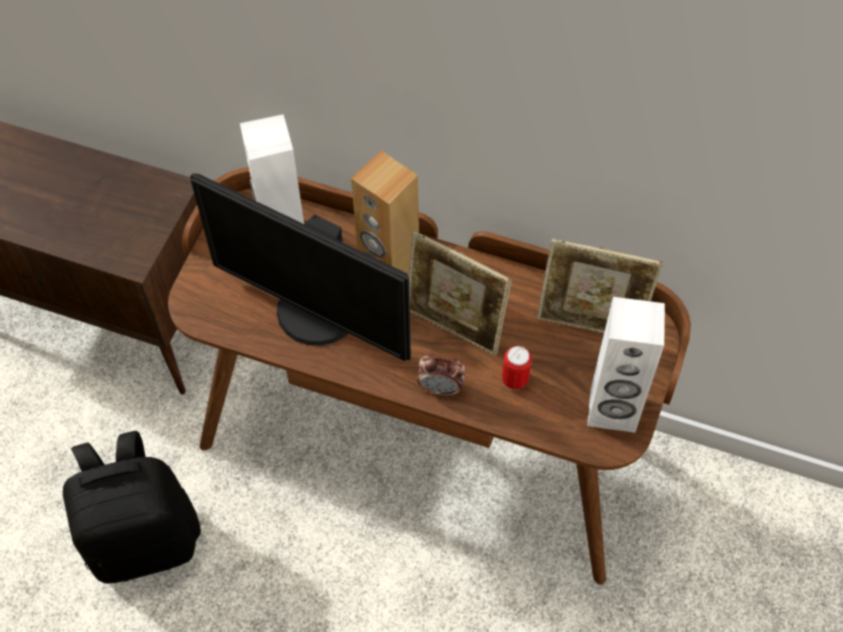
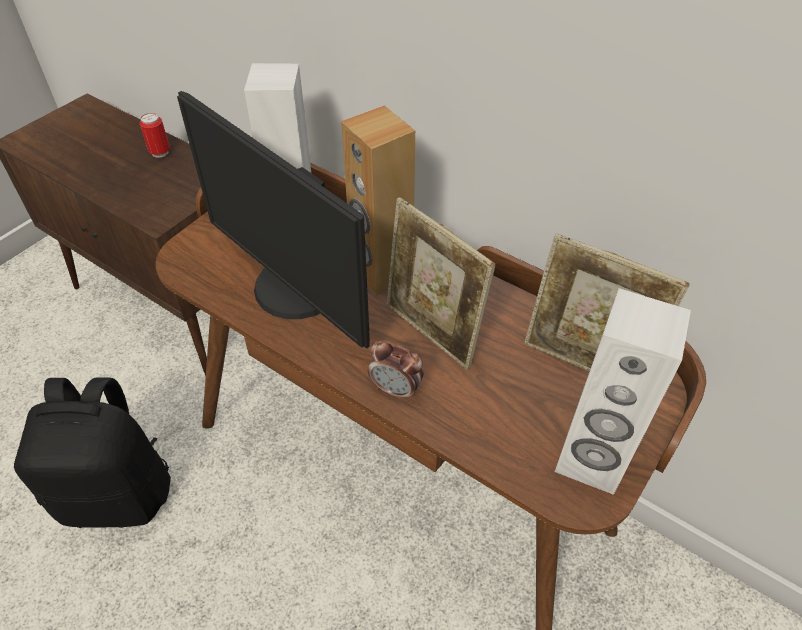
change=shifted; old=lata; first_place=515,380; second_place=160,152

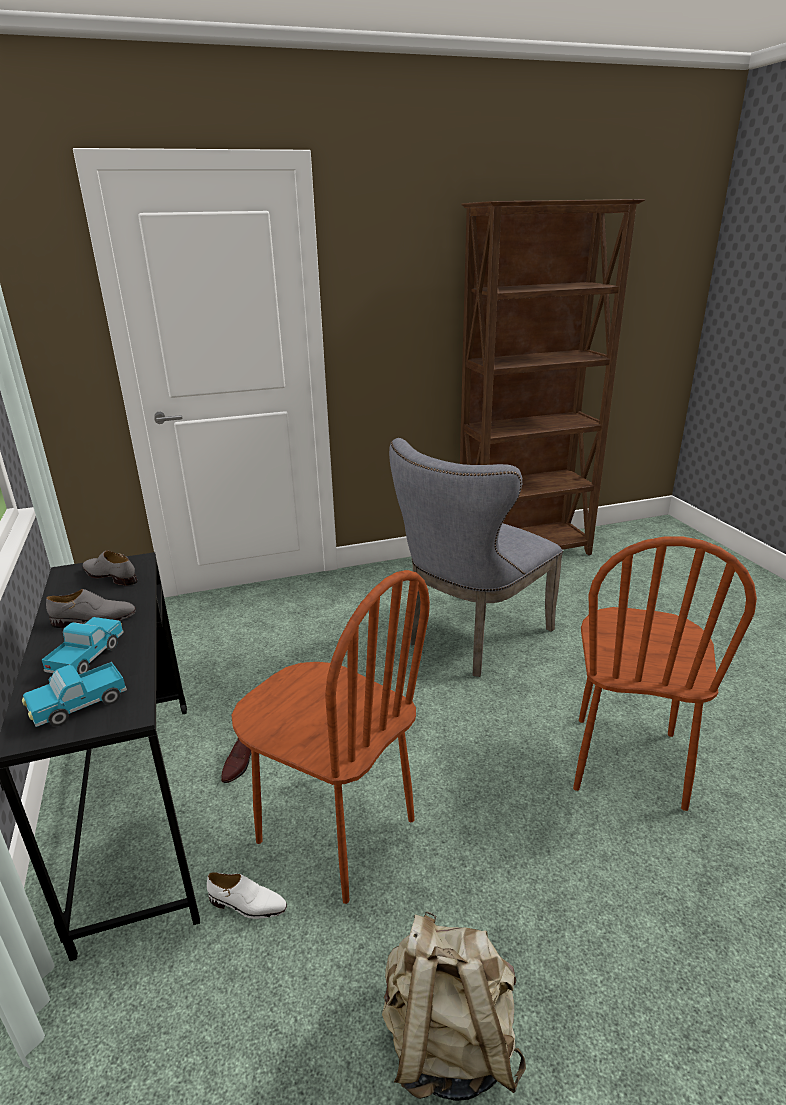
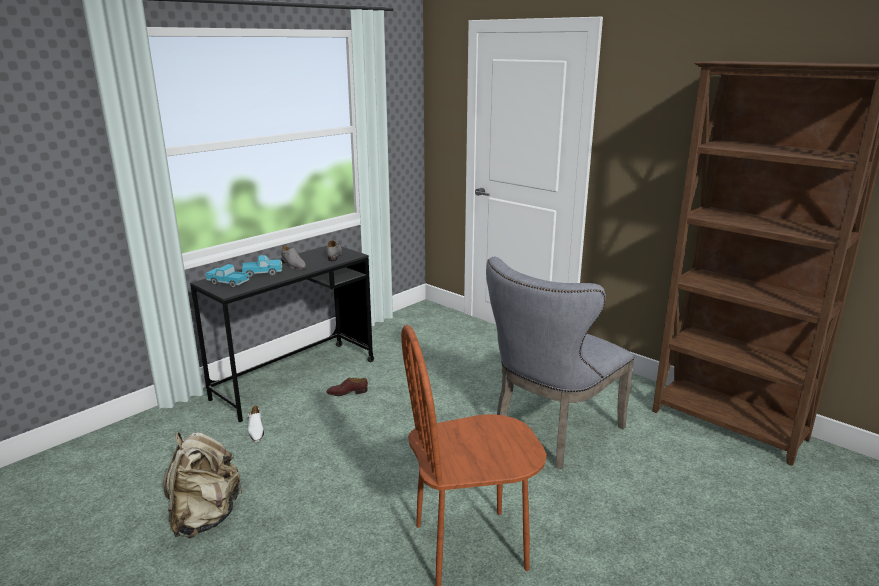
change=rotated; old=silla (gris); first_place=471,638; second_place=551,434; degrees=-60
change=gone; old=silla (marrón); first_place=335,831

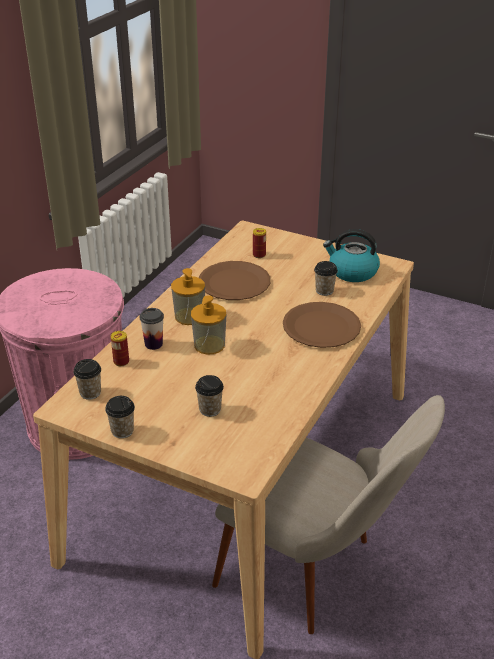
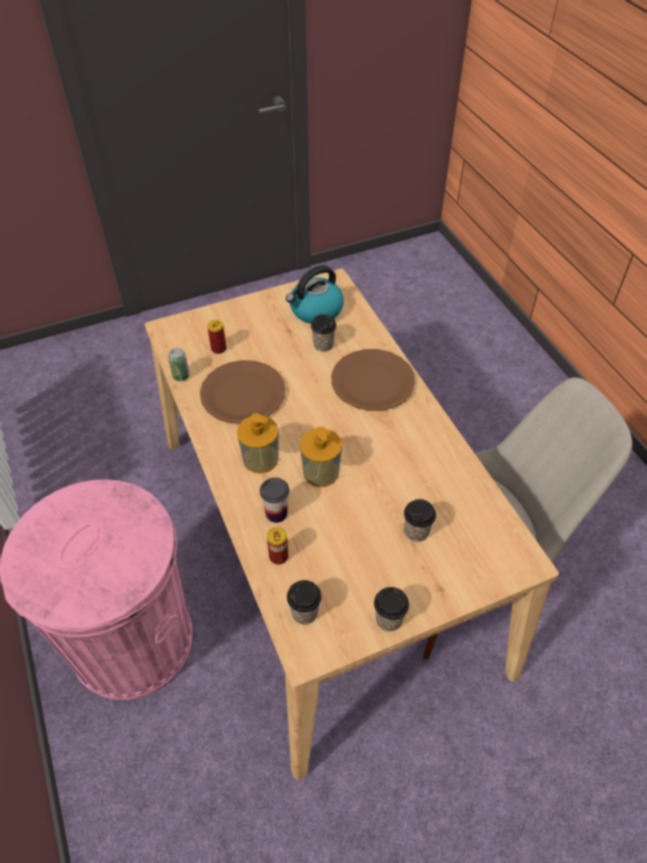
change=new; new=lata; second_place=181,376

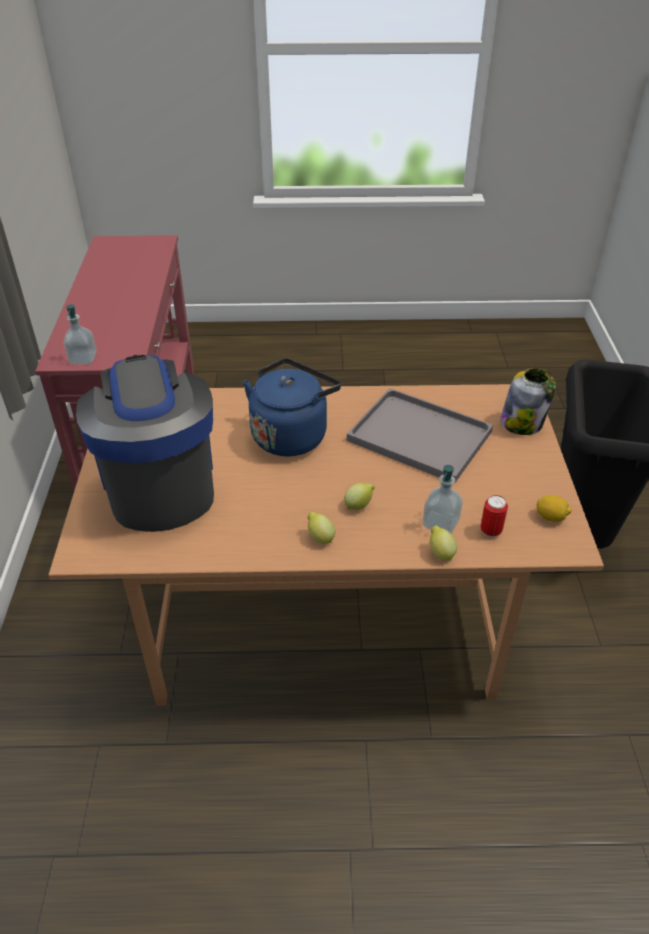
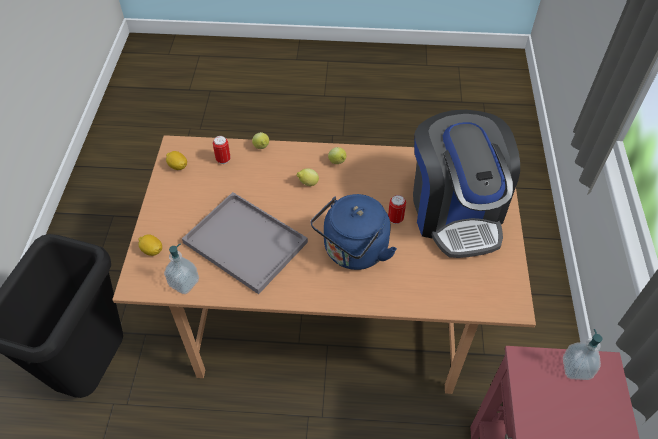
change=swapped; old=tarro; new=limón; first_place=522,423; second_place=152,250
change=shifted; old=dispensador de jabón; first_place=440,523; second_place=184,283
change=new; new=lata; second_place=395,219

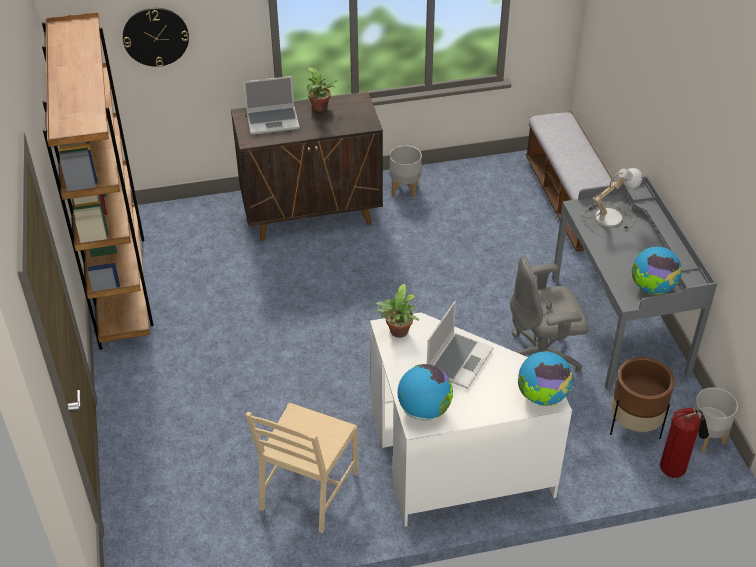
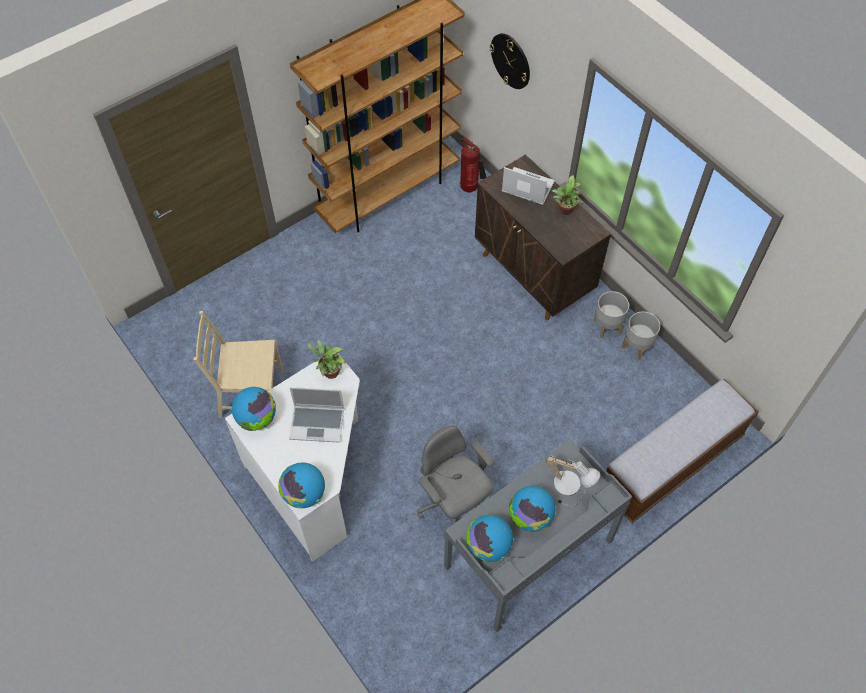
change=rotated; old=portátil; first_place=273,121; second_place=527,187; degrees=150
change=gone; old=maceta (marrón); first_place=634,425
change=shifted; old=maceta (gris); first_place=706,438; second_place=636,347
change=shifted; old=extintor; first_place=675,469; second_place=471,189
change=new; new=globo terráqueo; second_place=530,517

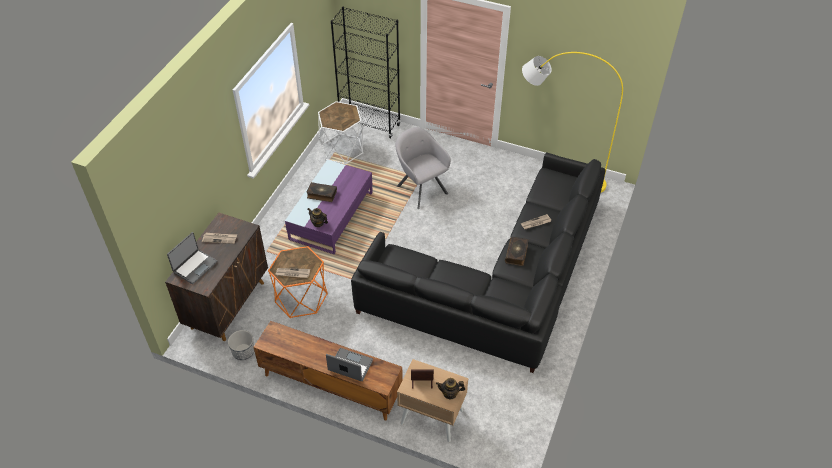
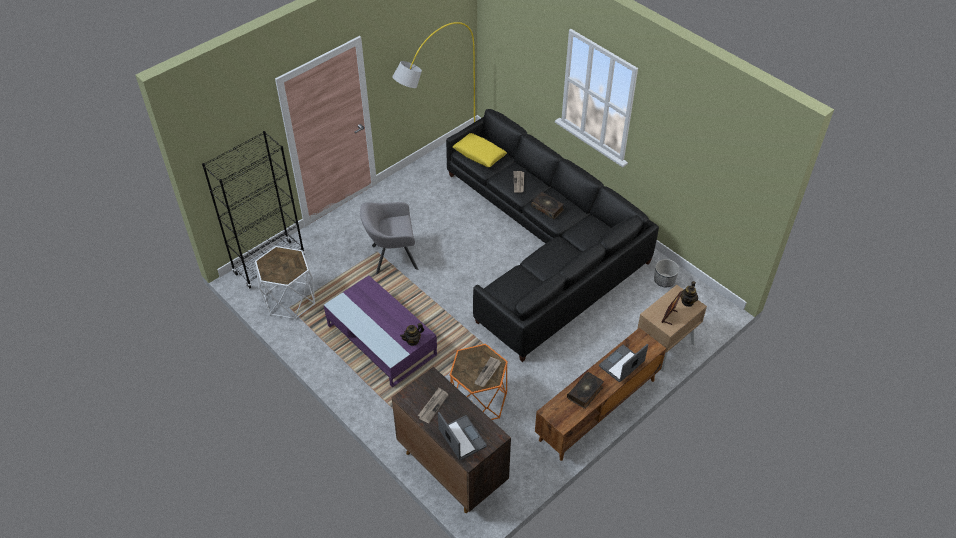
change=shifted; old=libro; first_place=321,194; second_place=585,393
change=shifted; old=maceta; first_place=243,352; second_place=664,280
change=new; new=cojín (amarillo); second_place=479,154

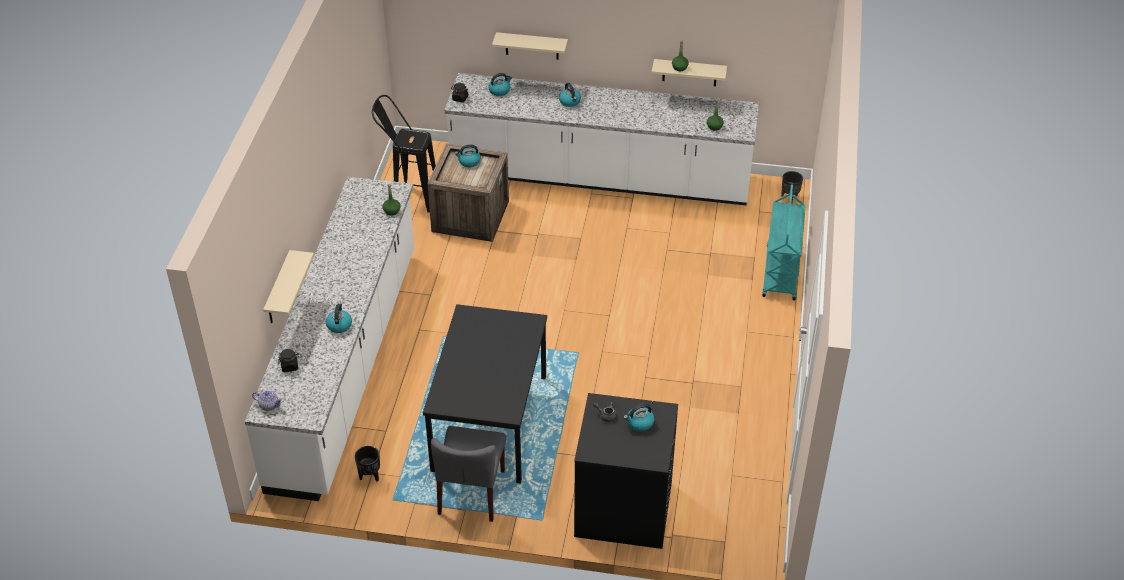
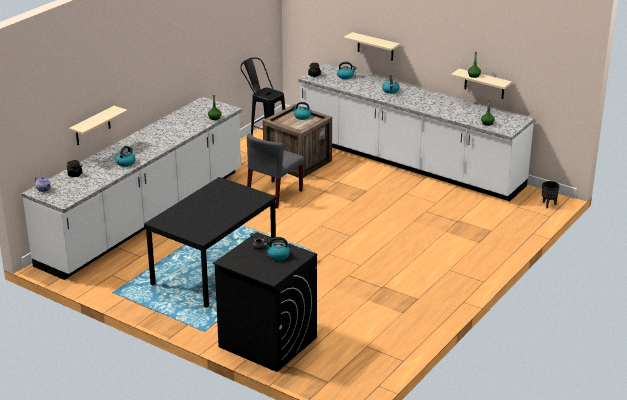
change=gone; old=carrito (turquesa); first_place=781,274
change=shifted; old=silla (gris); first_place=471,492; second_place=274,194
change=gone; old=maceta (negro); first_place=369,476

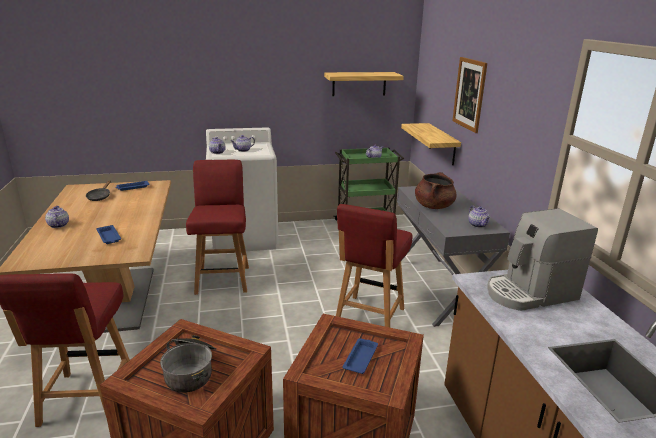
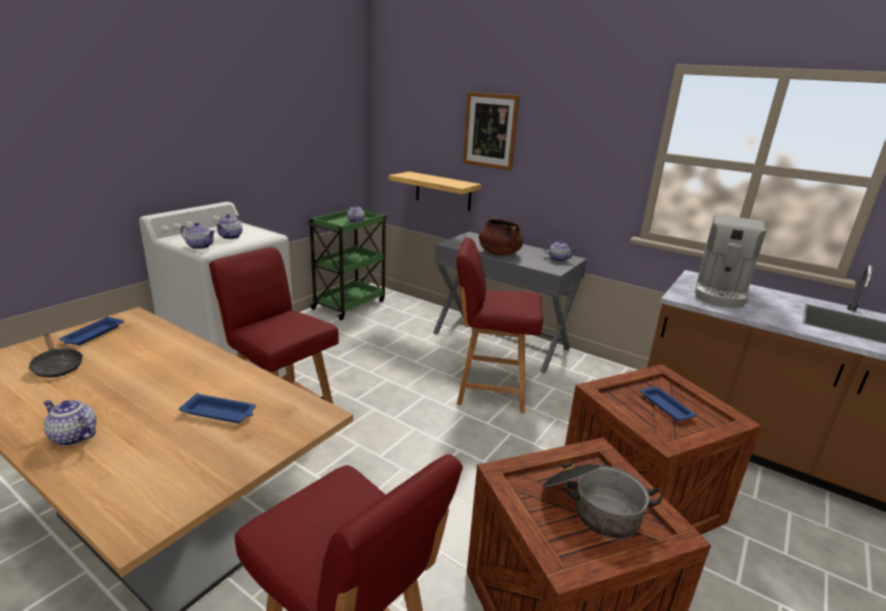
change=gone; old=estante; first_place=359,84
change=rotated; old=silla (rojo); first_place=369,317; second_place=489,390; degrees=120

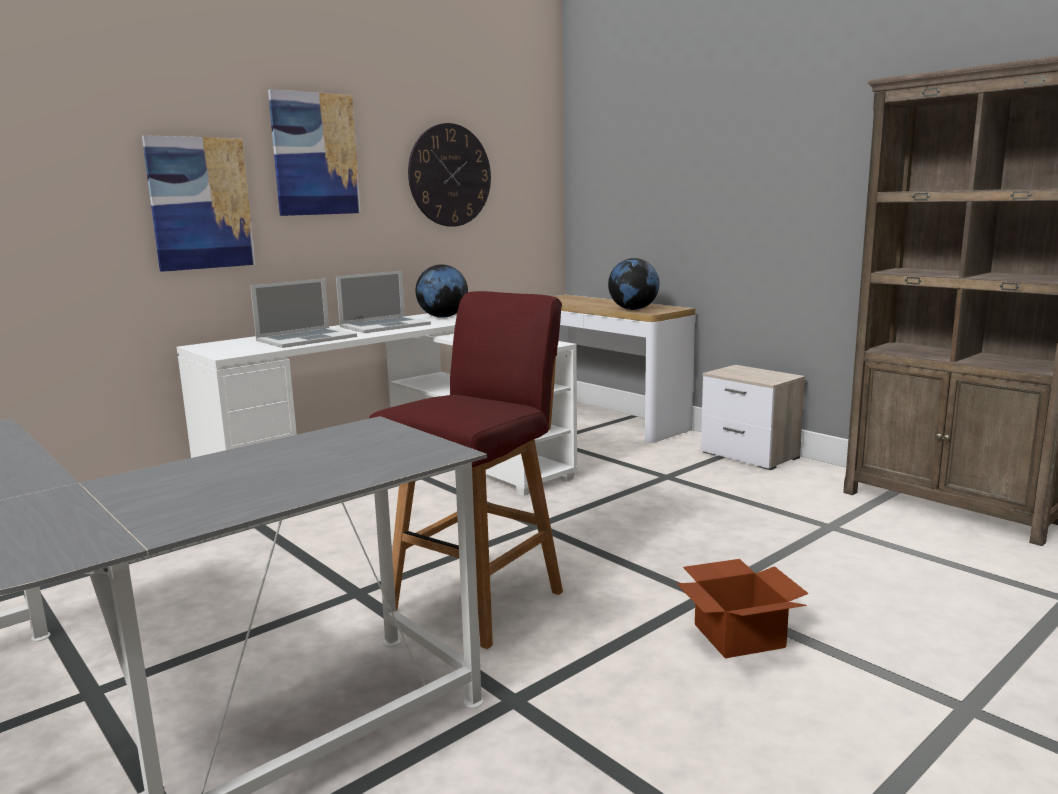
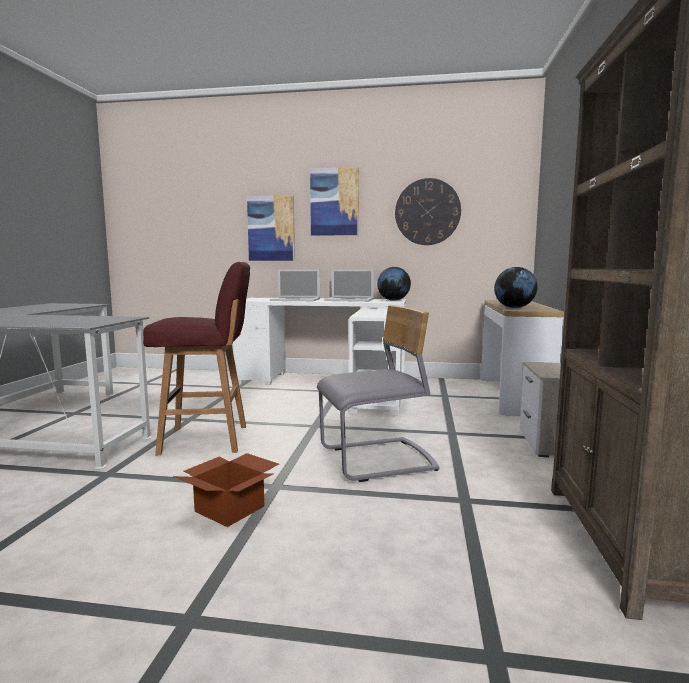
change=new; new=silla (gris); second_place=377,460

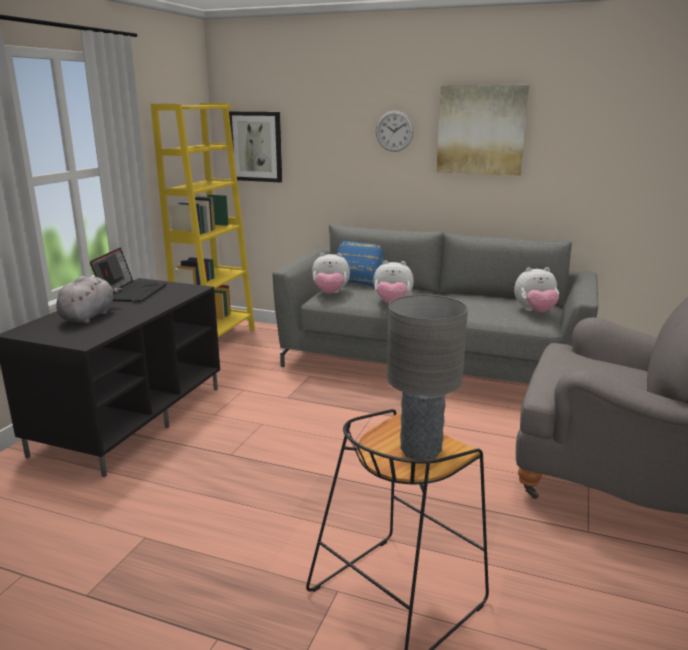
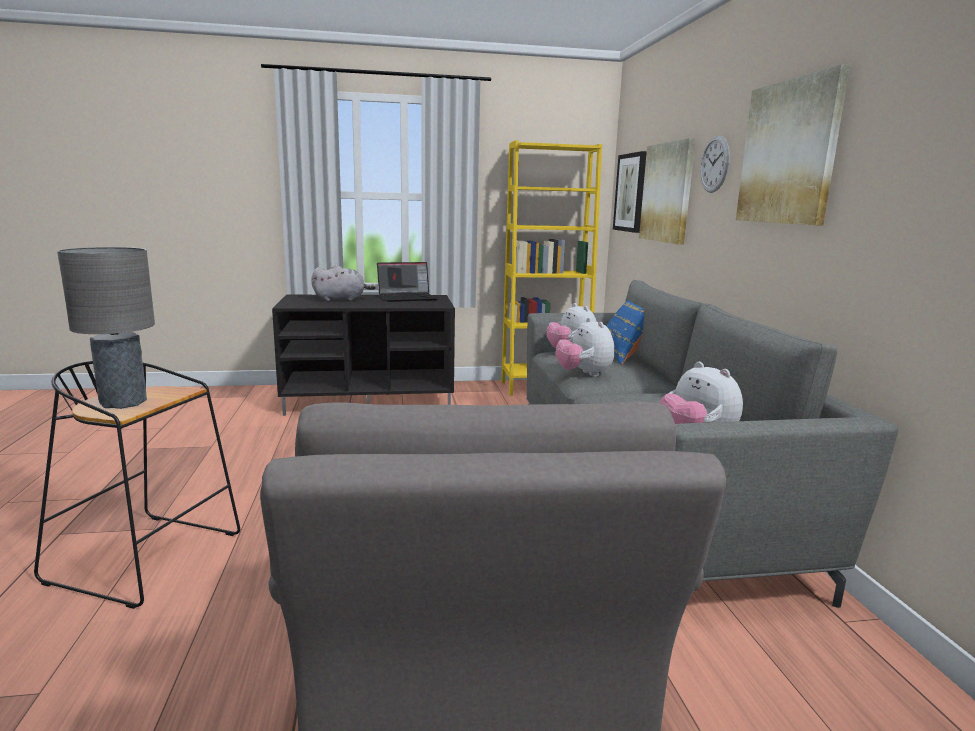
change=new; new=cuadro; second_place=667,192

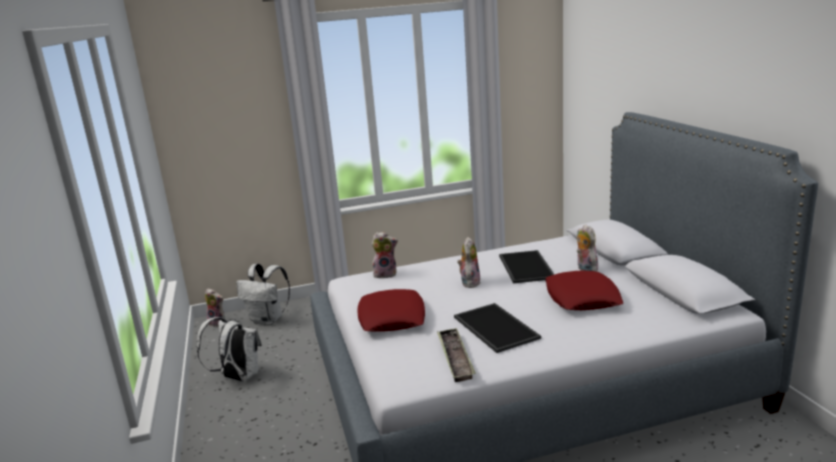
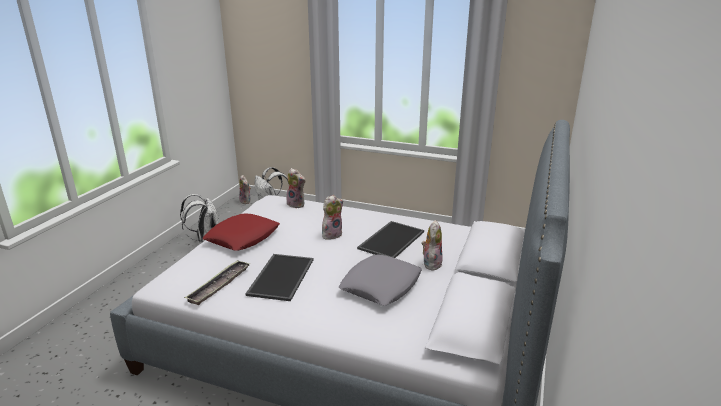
change=repainted; old=cojín (rojo); new=cojín (gris); first_place=582,298; second_place=381,285

